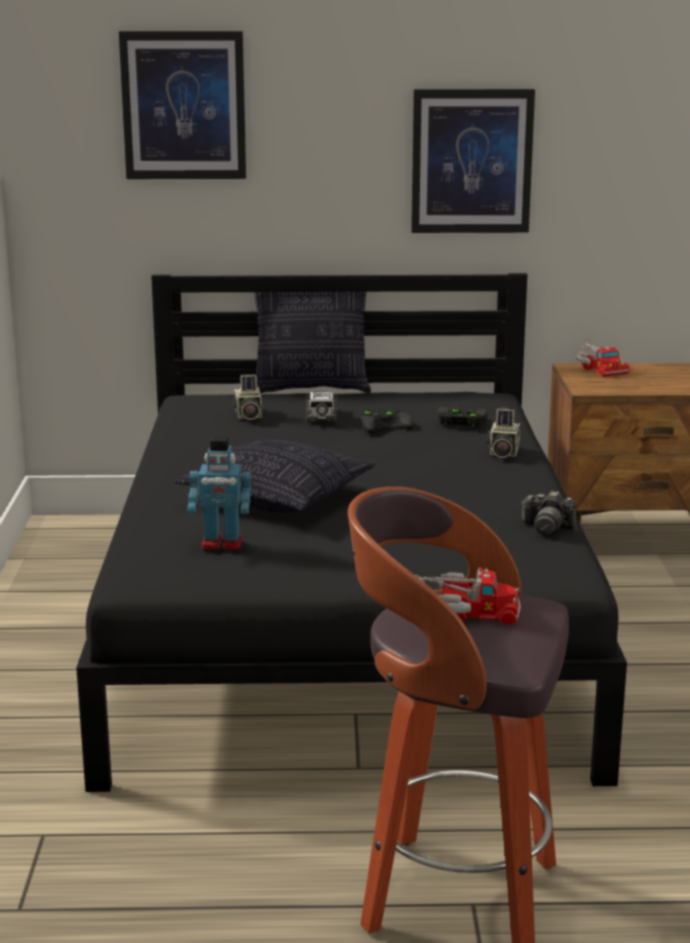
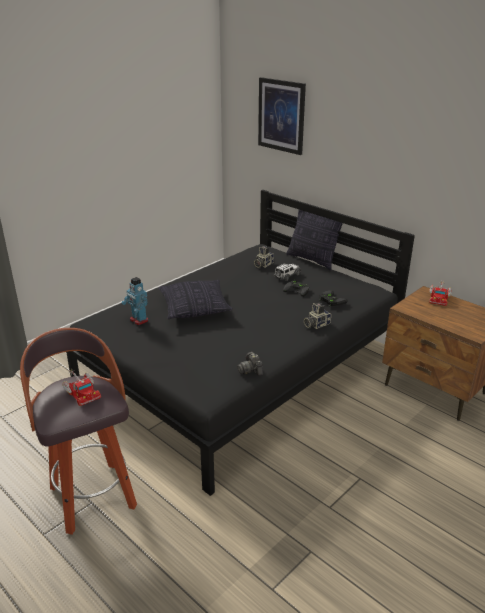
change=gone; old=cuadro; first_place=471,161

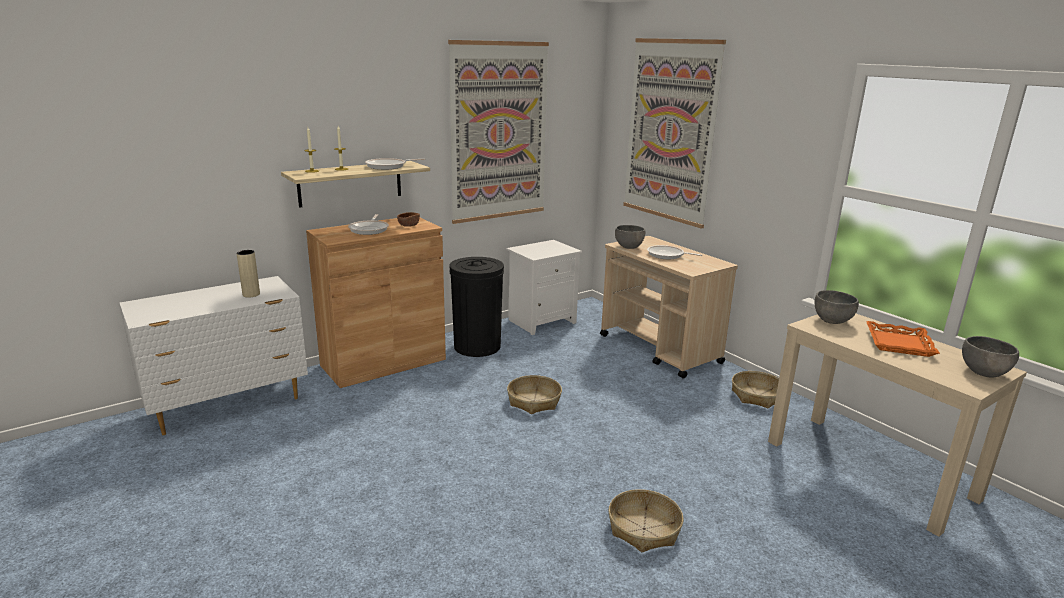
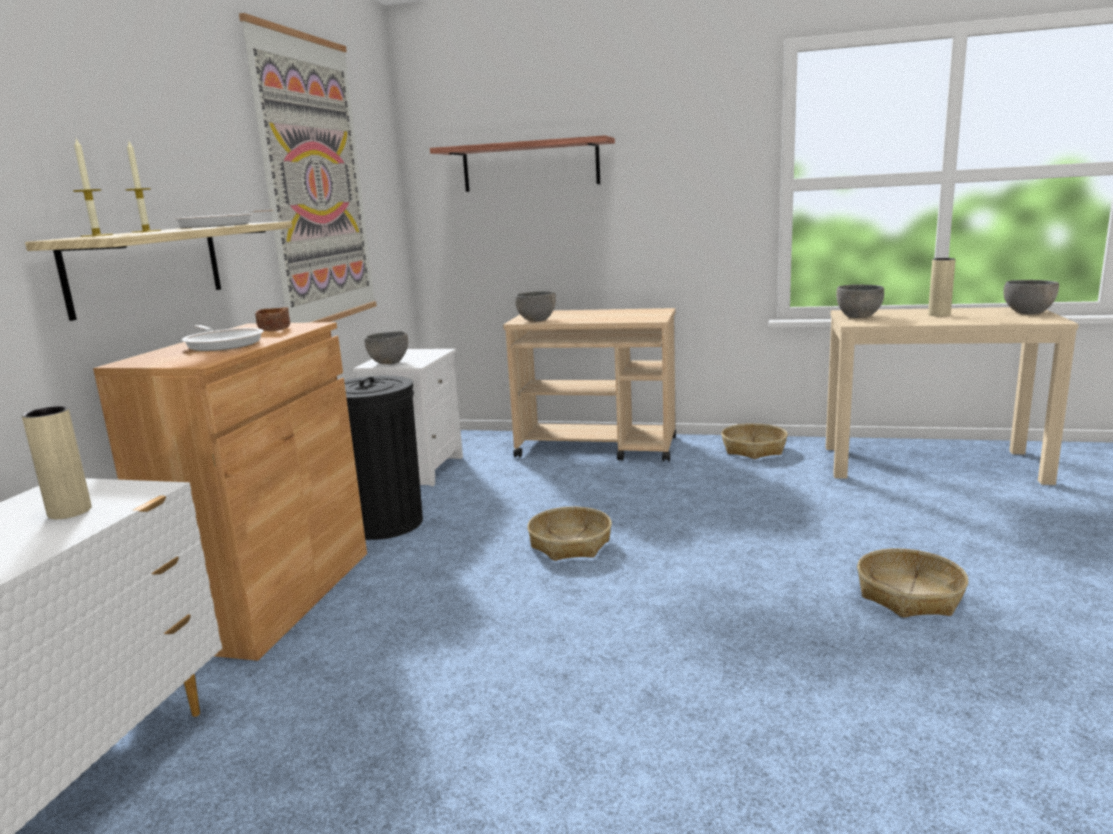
change=swapped; old=cuadro; new=estante; first_place=670,131; second_place=530,166
change=gone; old=sartén; first_place=667,255
change=swapped; old=bandeja (naranja); new=florero (beis); first_place=900,344; second_place=939,315
change=new; new=cuenco (gris); second_place=389,363

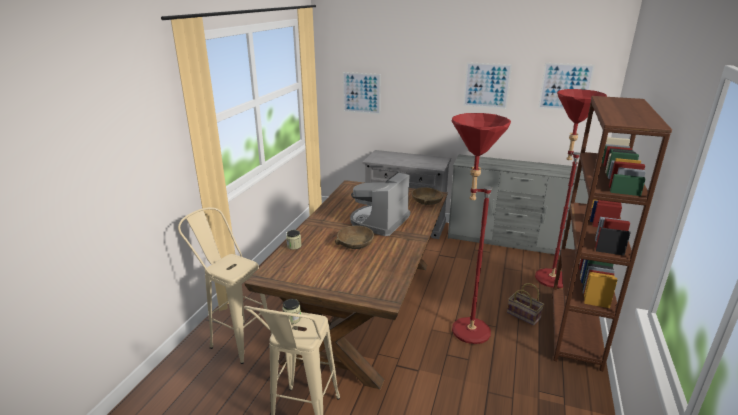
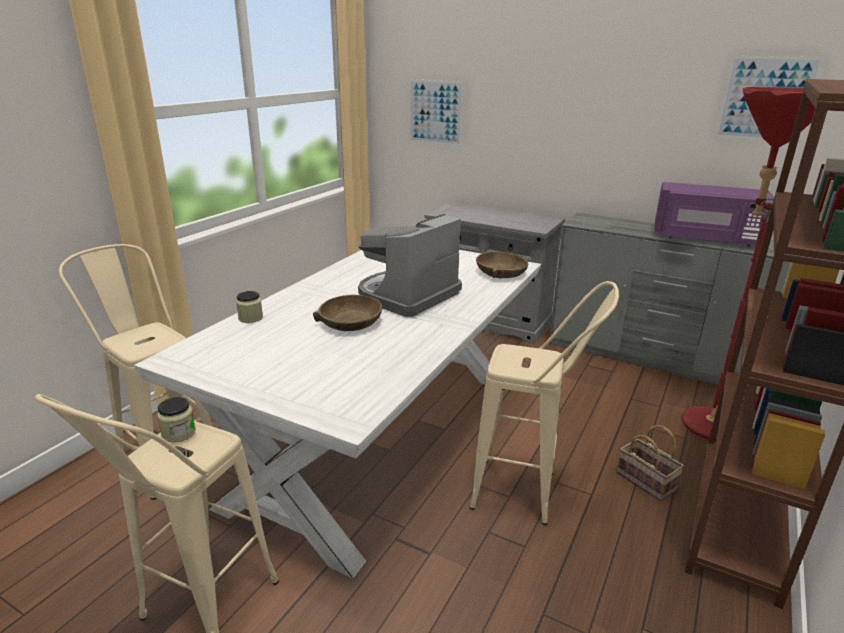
change=gone; old=cuadro; first_place=486,85
change=swapped; old=lámpara de pie (rojo); new=taburete (beis); first_place=462,331; second_place=529,494
change=repainted; old=mesa de comedor (marrón); new=mesa de comedor (blanco); first_place=365,308; second_place=380,435
change=new; new=microondas (morado); second_place=705,239

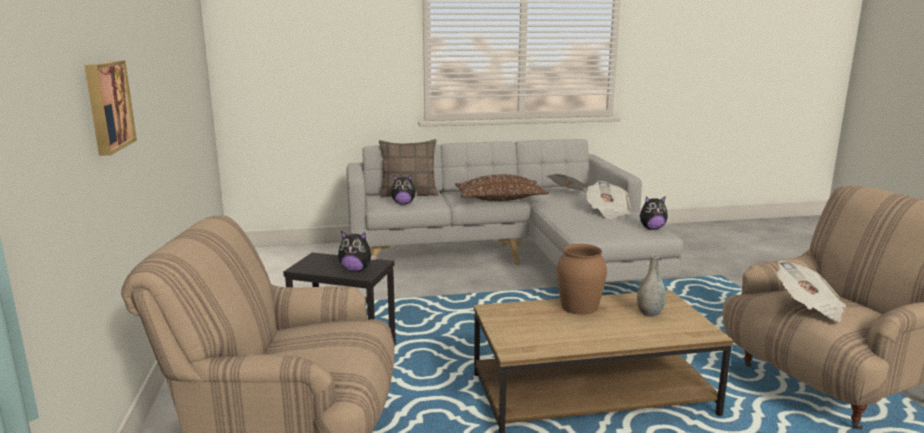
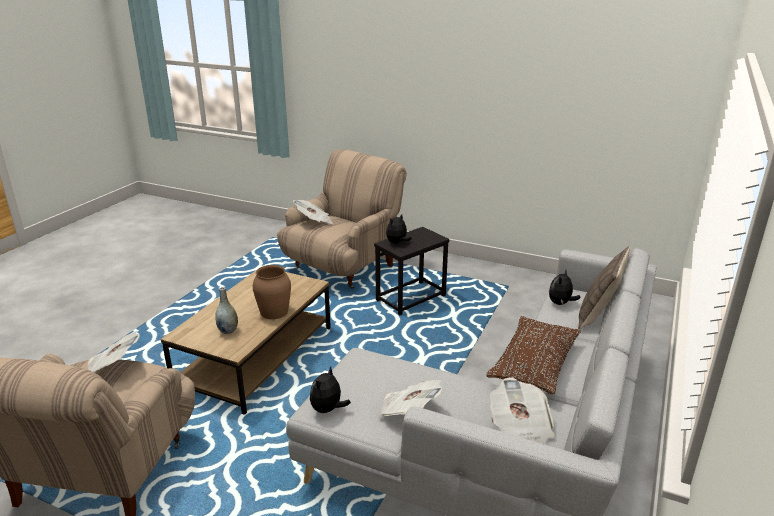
change=gone; old=cuadro; first_place=107,106
change=new; new=periódico; second_place=314,221

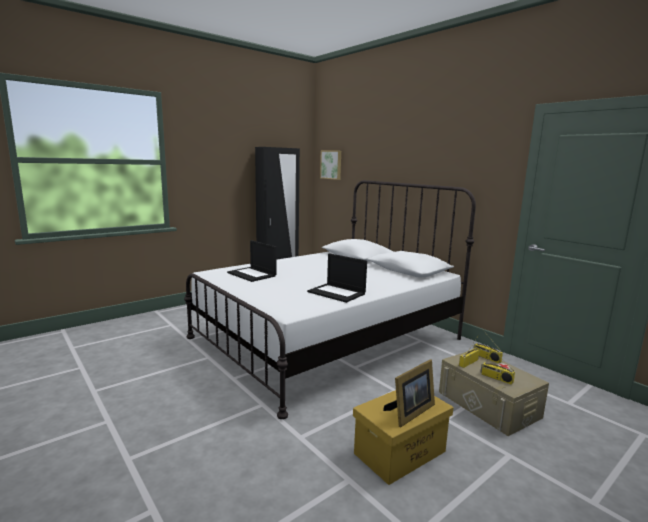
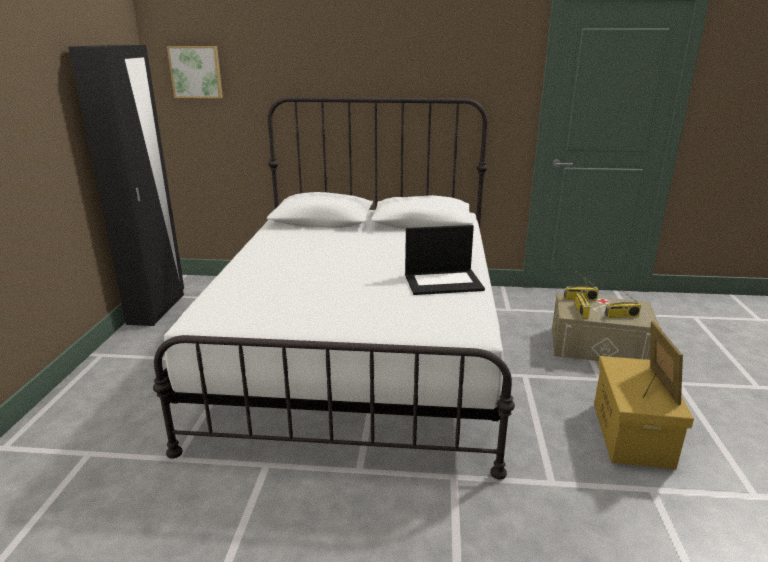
change=gone; old=portátil; first_place=252,274

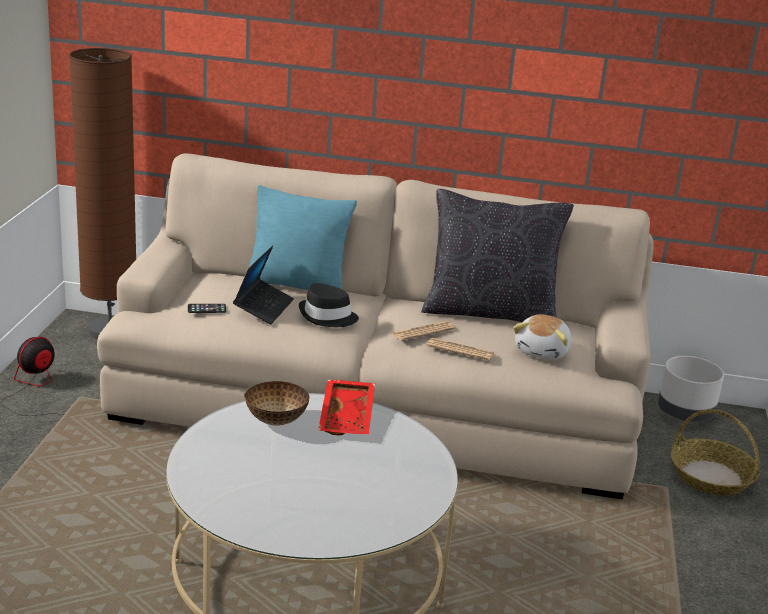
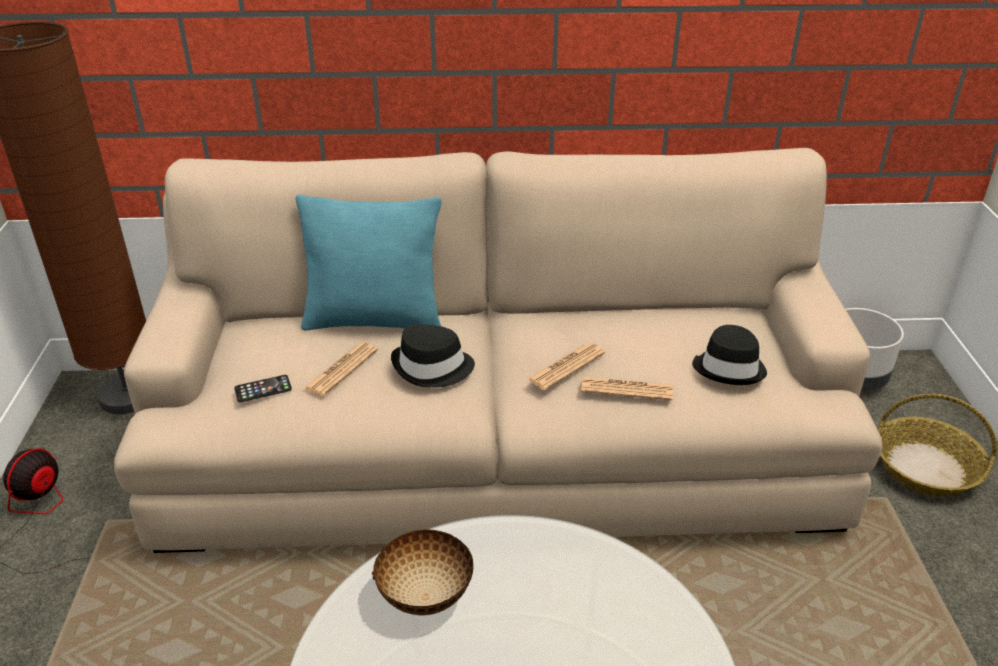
change=gone; old=cojín (negro); first_place=489,313
change=swapped; old=portátil; new=periódico; first_place=263,308; second_place=341,370
change=swapped; old=peluche; new=sombrero (negro); first_place=543,351; second_place=729,367
change=gone; old=bandeja (rojo); first_place=348,417

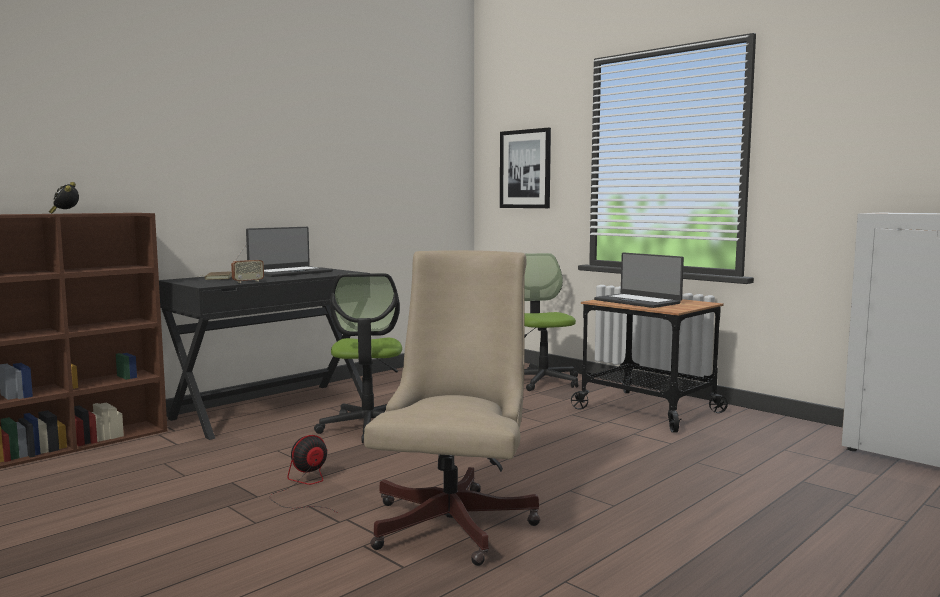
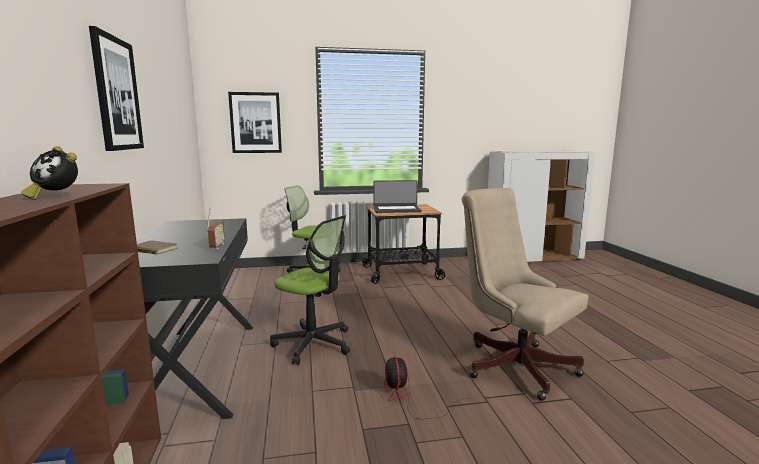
change=gone; old=portátil; first_place=290,272
change=new; new=cuadro; second_place=116,94

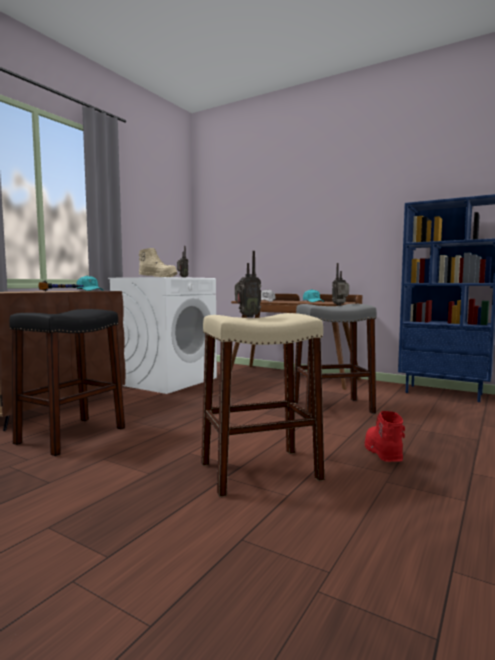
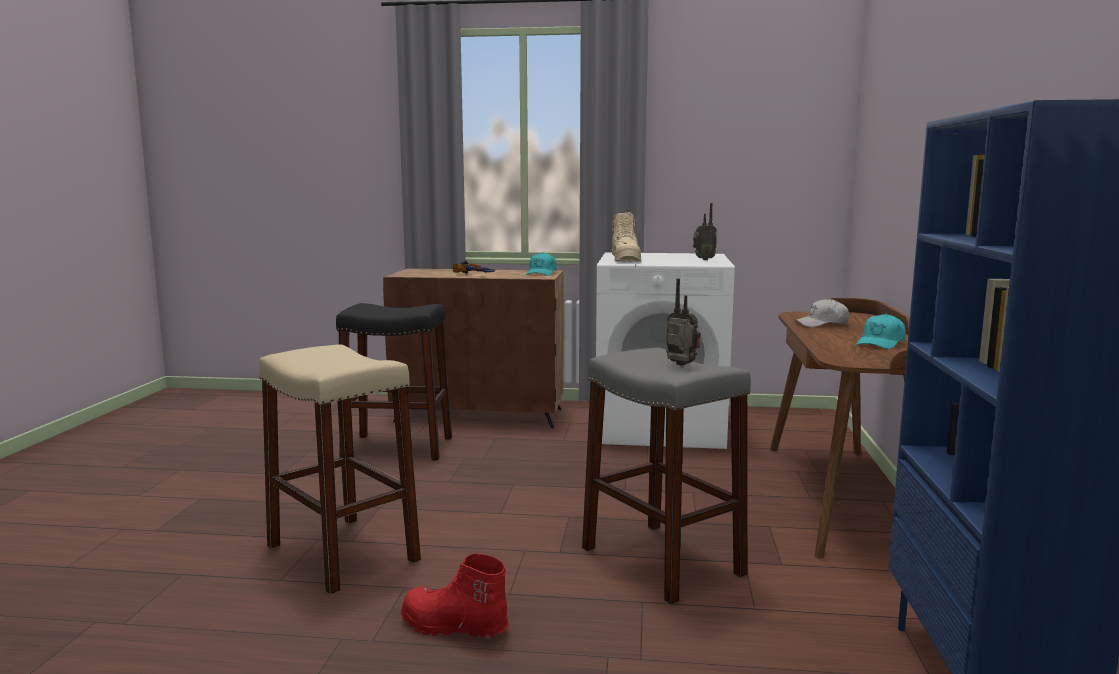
change=gone; old=radio; first_place=246,317
change=rotated; old=bota (rojo); first_place=382,453; second_place=453,627; degrees=-135

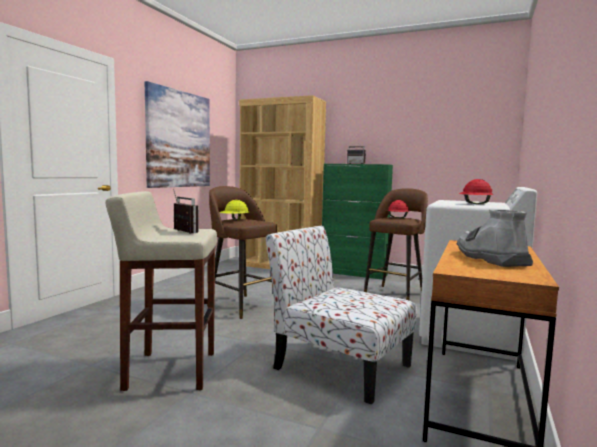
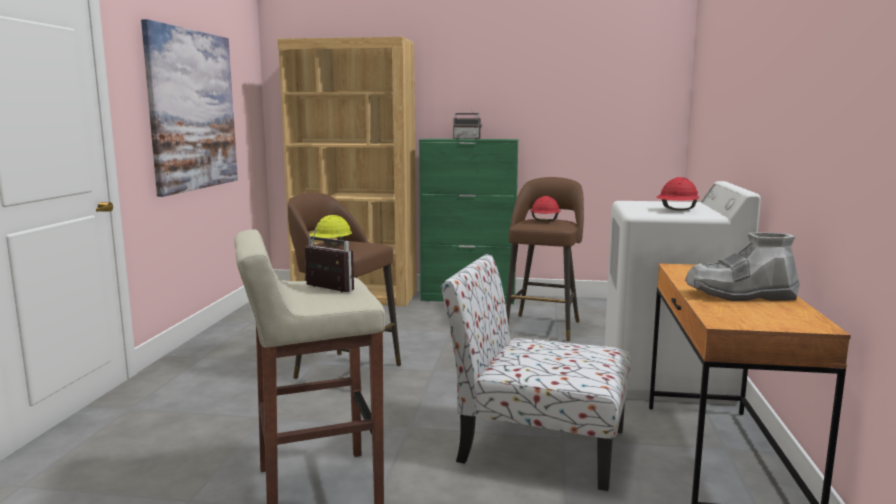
change=rotated; old=bota (gris); first_place=490,258; second_place=739,295; degrees=-60

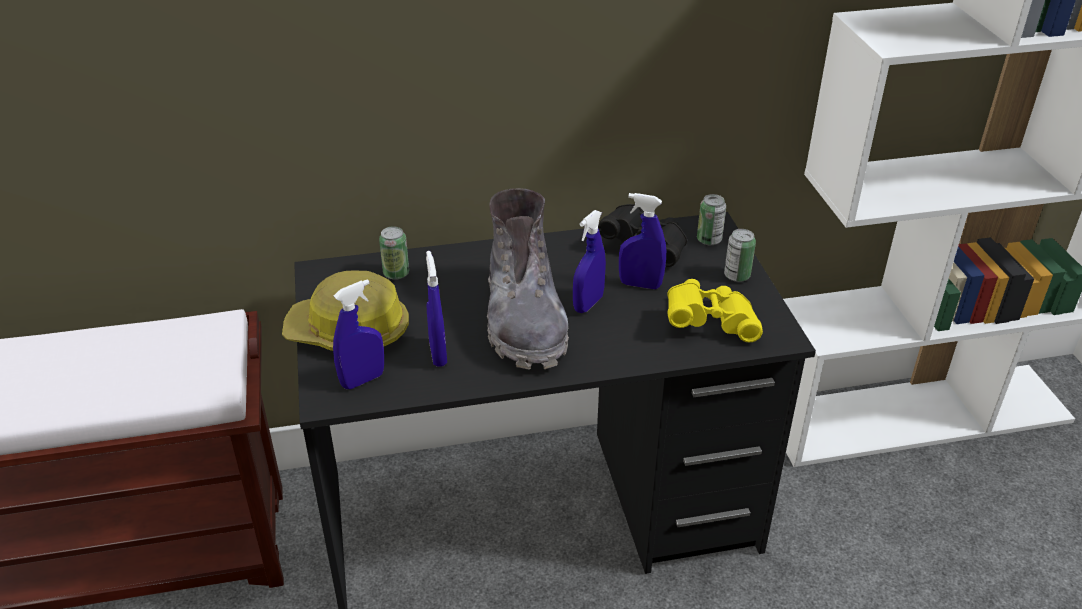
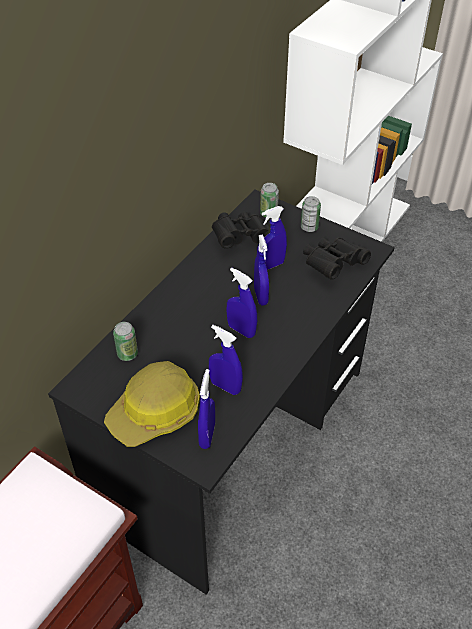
change=swapped; old=bota (gris); new=pulverizador (azul); first_place=524,319; second_place=241,330
change=repainted; old=prismáticos (amarillo); new=prismáticos (negro); first_place=710,323; second_place=332,265

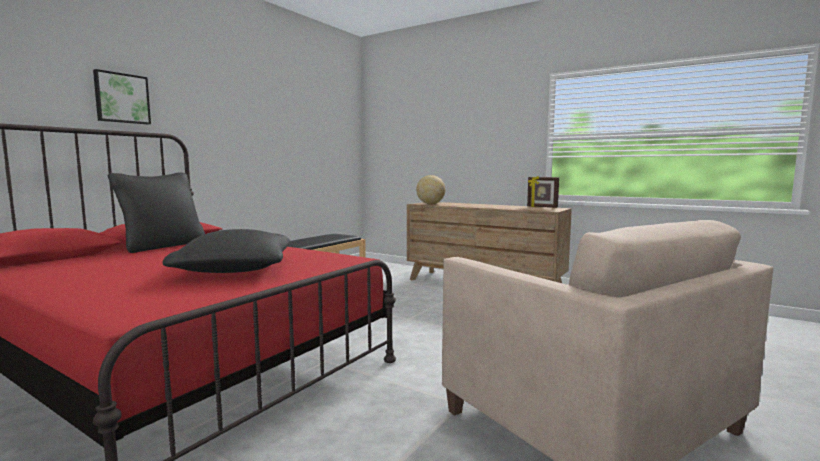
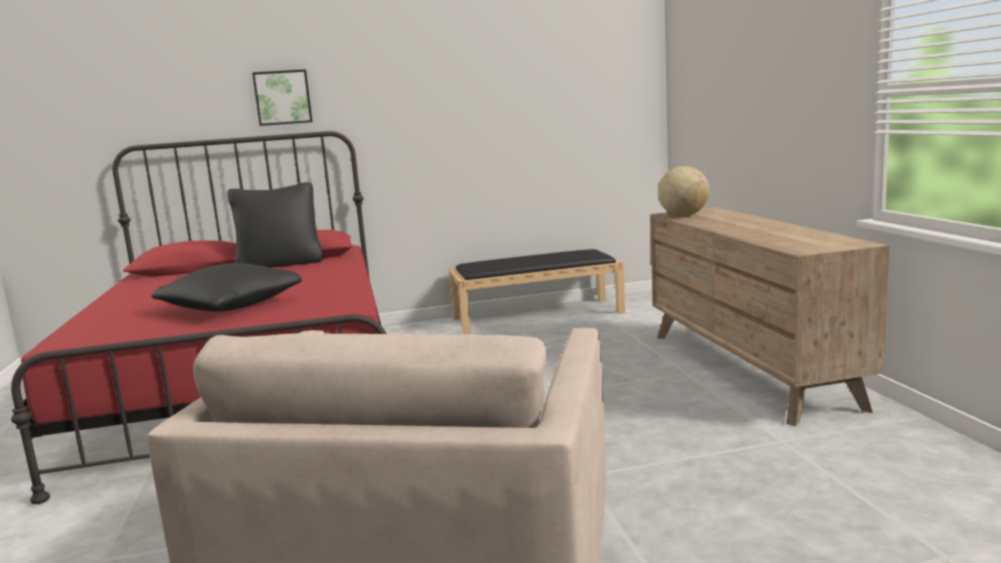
change=gone; old=portarretratos; first_place=542,207

